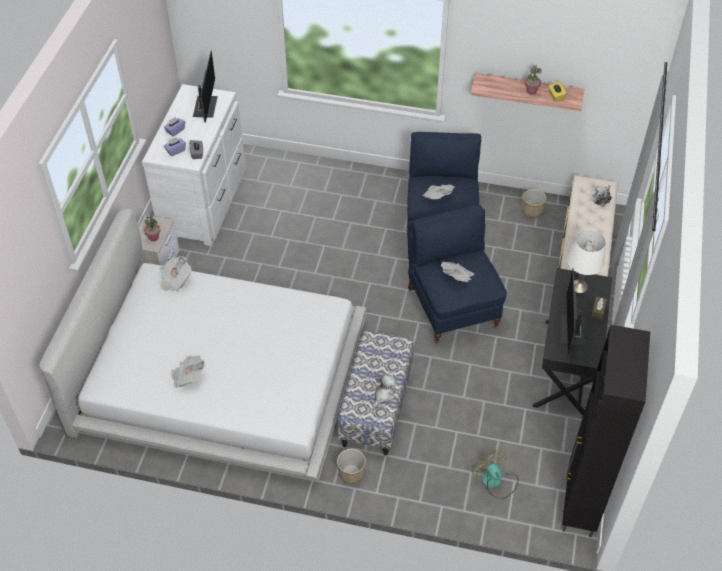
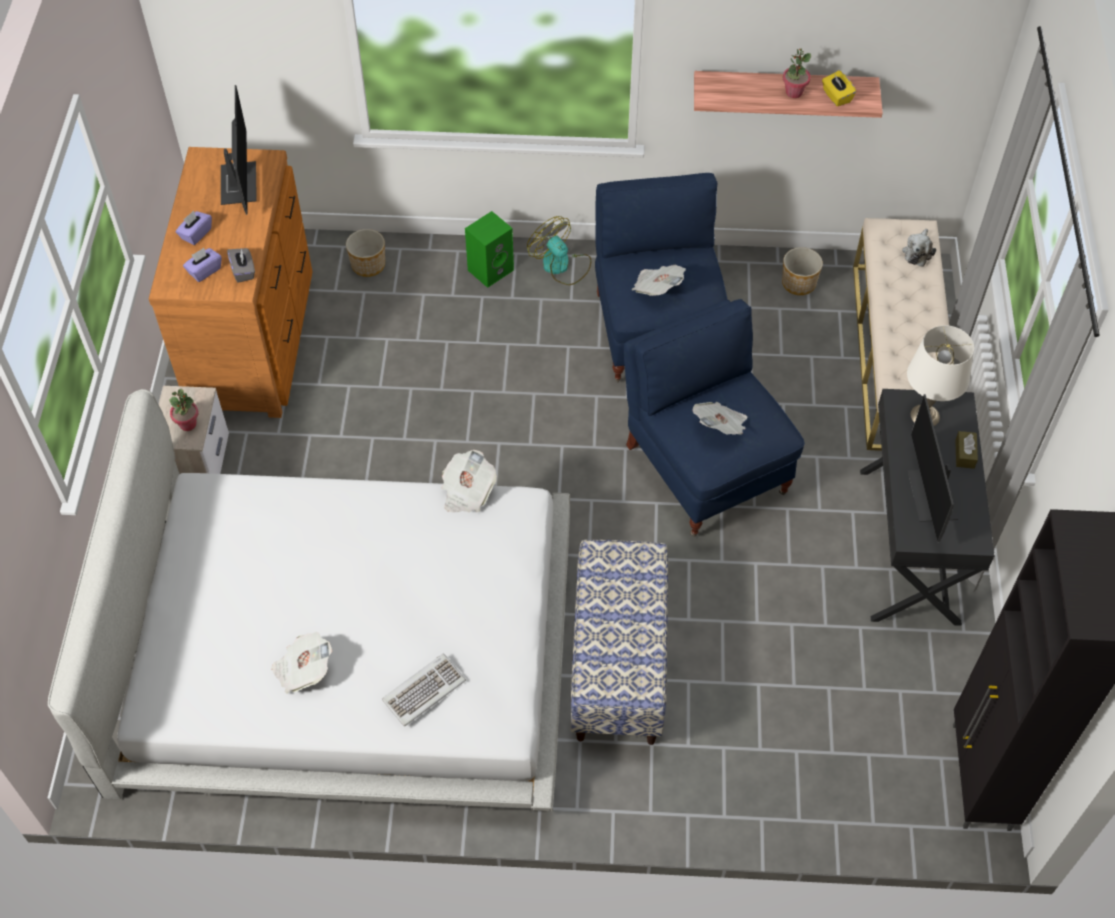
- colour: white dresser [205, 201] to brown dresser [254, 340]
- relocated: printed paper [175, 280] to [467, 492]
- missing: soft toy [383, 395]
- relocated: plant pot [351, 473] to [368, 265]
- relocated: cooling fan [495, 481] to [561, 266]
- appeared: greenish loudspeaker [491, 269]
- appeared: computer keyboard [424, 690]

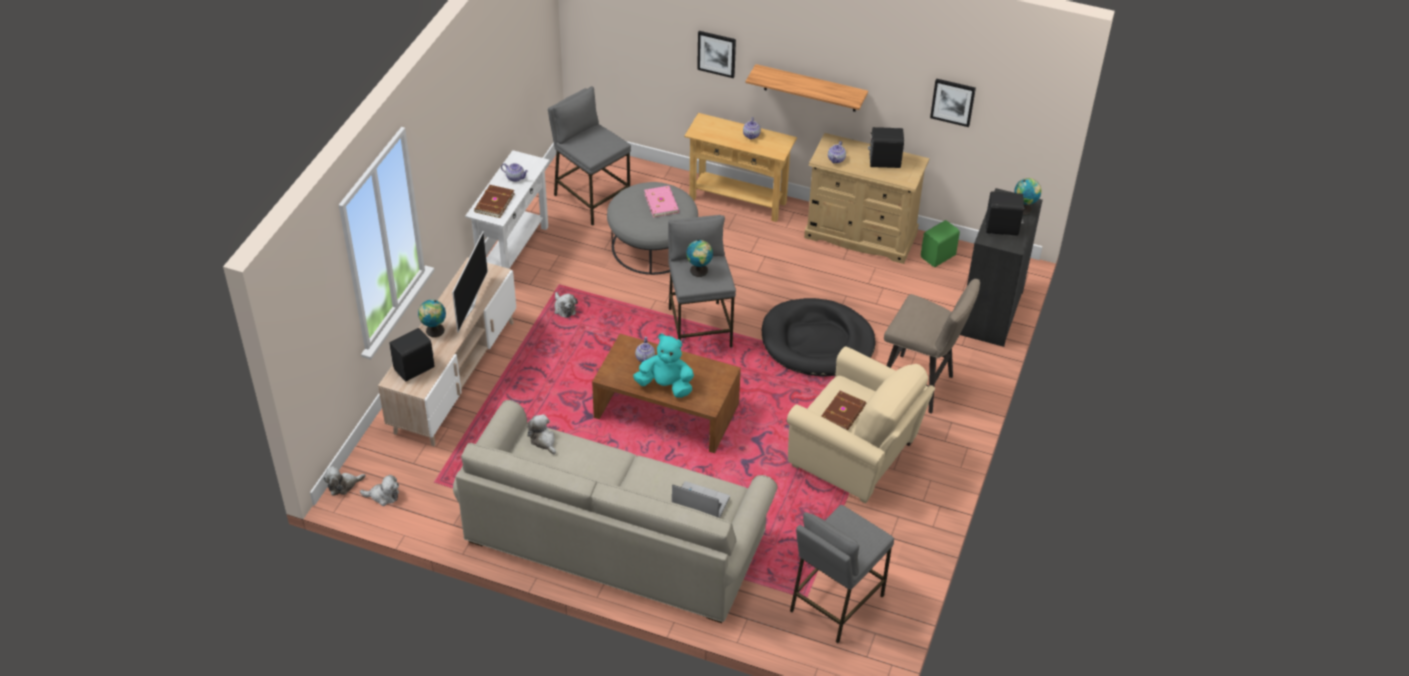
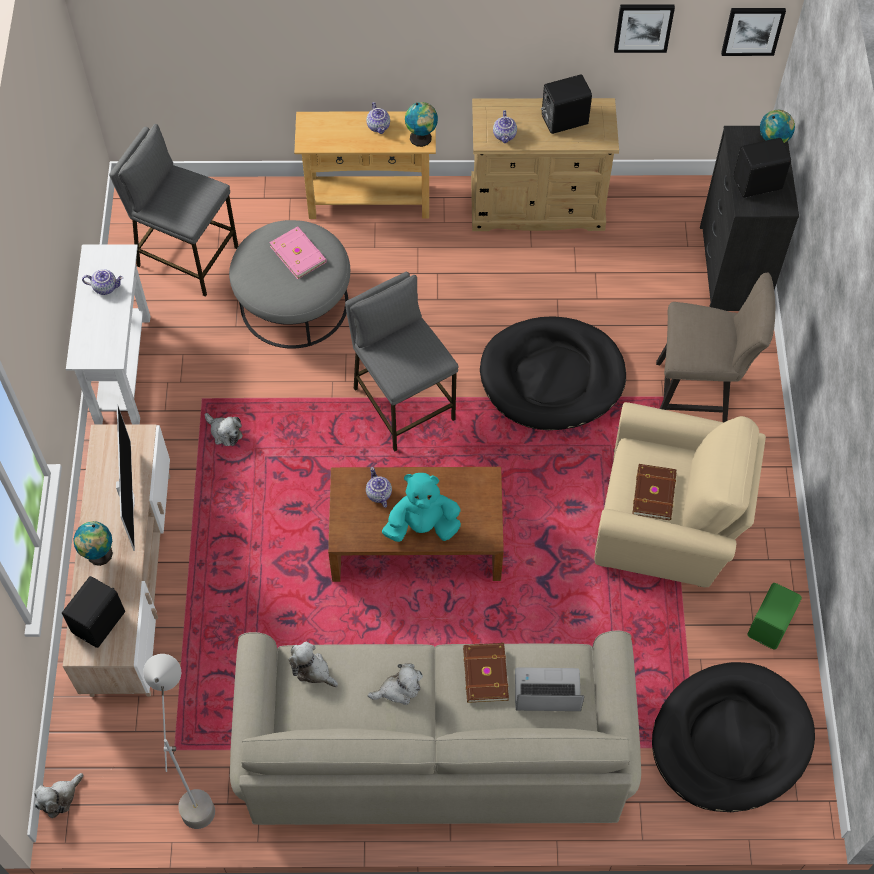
- relocated: wall art [717, 53] to [752, 30]
- missing: wall shelf [810, 88]
- relocated: brown volume [493, 203] to [484, 674]
- relocated: greenish loudspeaker [939, 257] to [771, 626]
- relocated: world globe [699, 271] to [421, 139]
- relocated: soft toy [383, 496] to [399, 689]
- exchanged: gray stool seat [835, 602] to blackish dog bed [730, 740]
- appeared: gray floor lamp [196, 784]

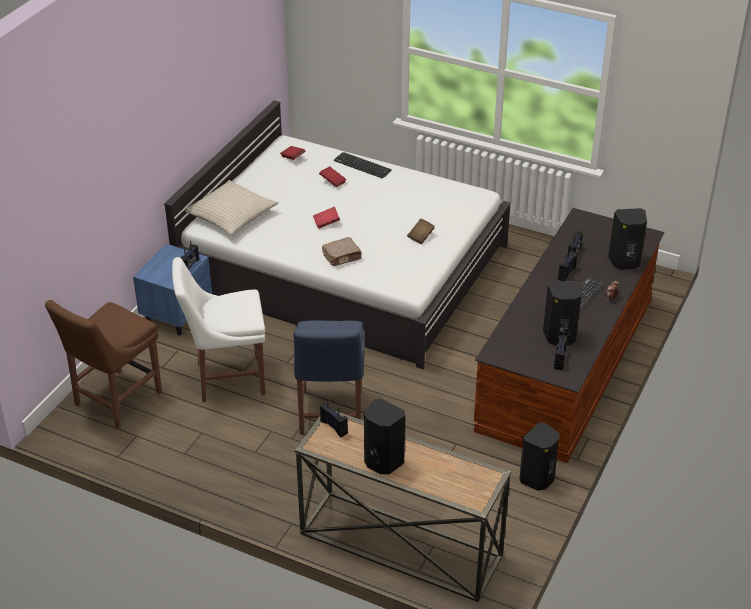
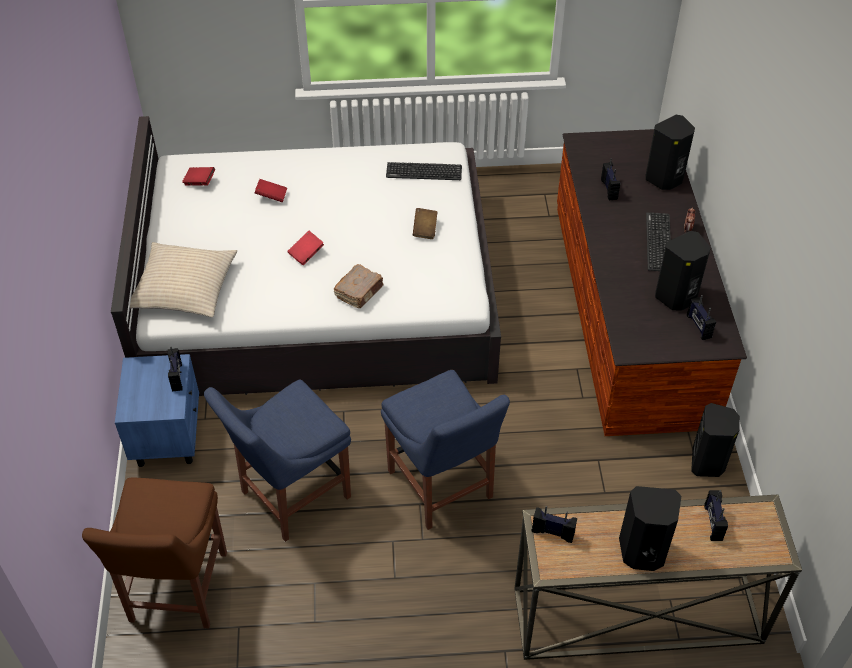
- relocated: computer keyboard [362, 166] to [424, 172]
- relocated: radio receiver [566, 273] to [712, 523]
- colour: white plain chair [226, 379] to blue-coloured plain chair [290, 496]

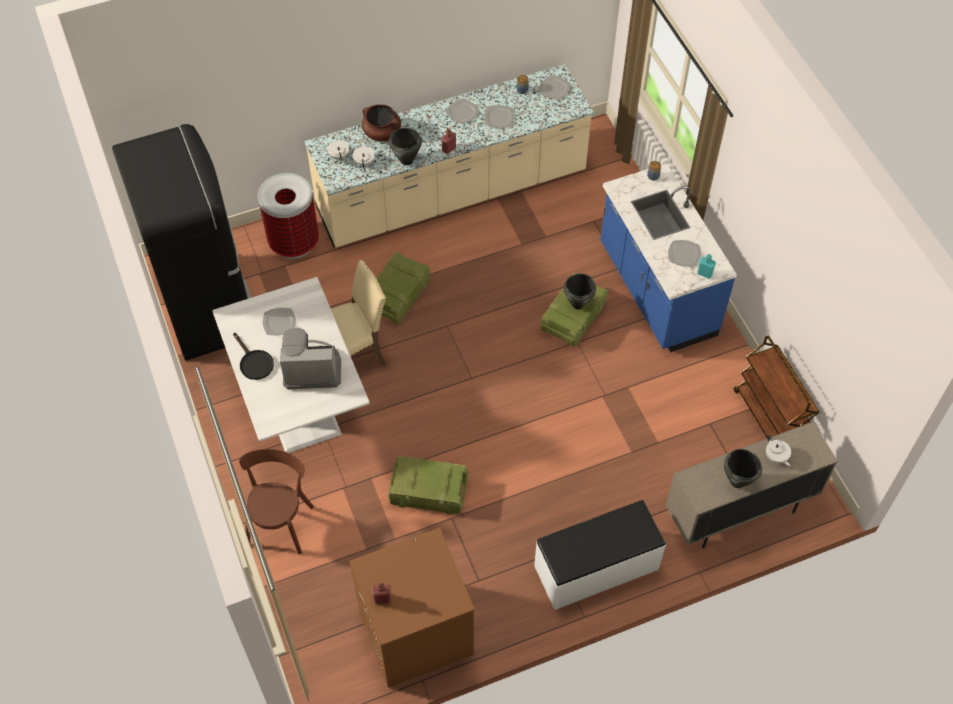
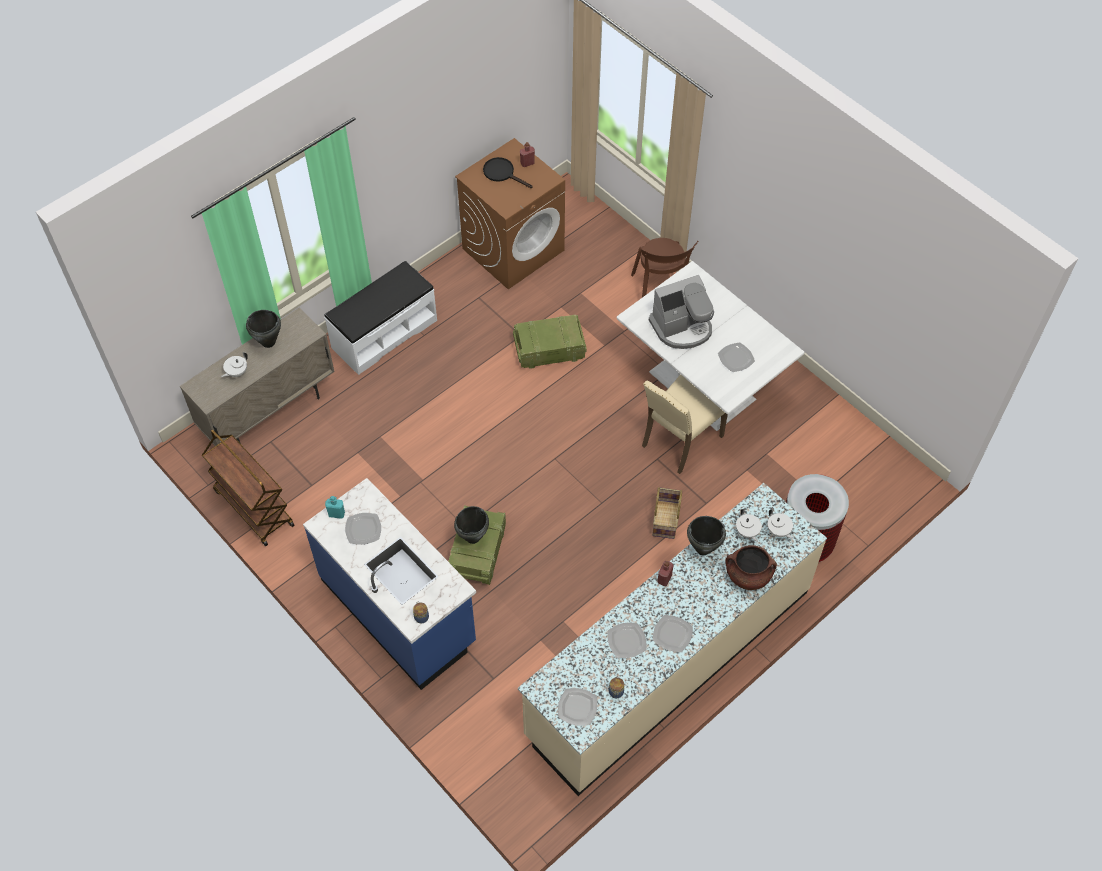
- missing: blackish kitchen fridge [208, 305]
- exchanged: shipping crate [398, 294] to basket [666, 520]
- relocated: blackish frying pan [254, 362] to [502, 173]
- spun: white tea pot [776, 457] = [236, 372] 90 degrees counterclockwise

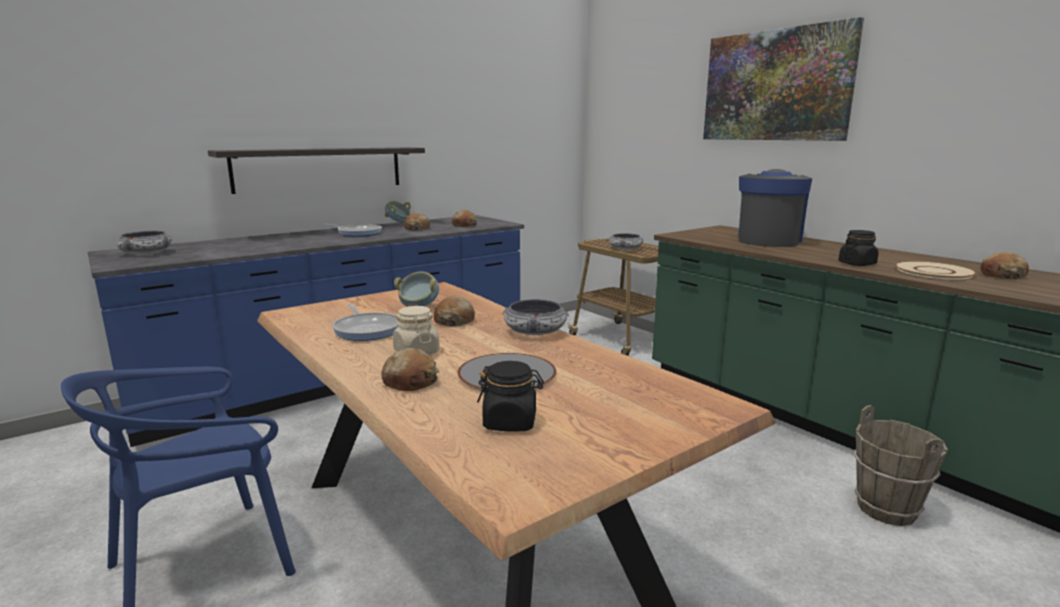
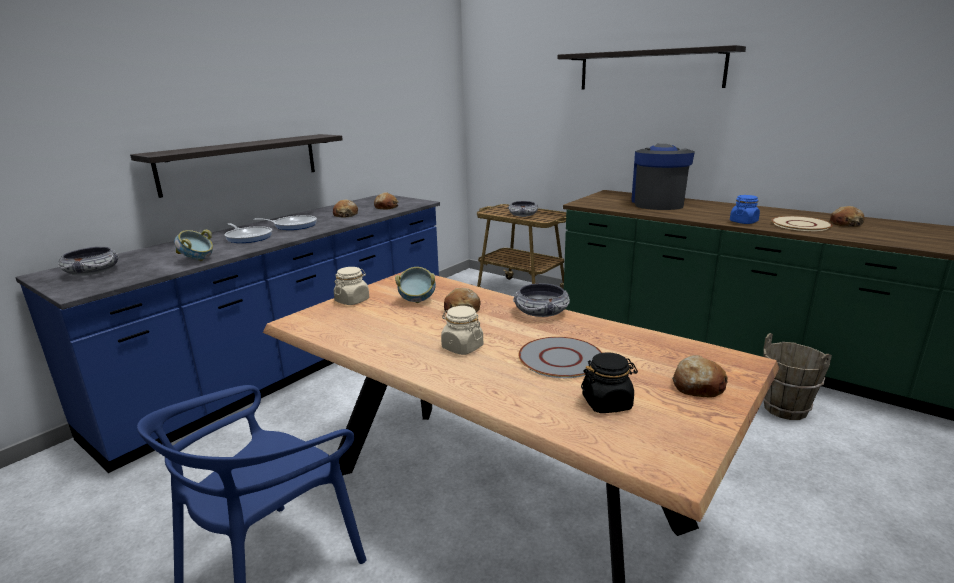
- exchanged: wall art [775, 86] to wall shelf [649, 70]
- relocated: deep dish [398, 224] to [197, 261]
- colour: blackish jar [857, 264] to blue-coloured jar [743, 222]
- relocated: frying pan [367, 330] to [248, 237]
- relocated: baked bread [411, 381] to [697, 386]
- appeared: beige jar [352, 300]

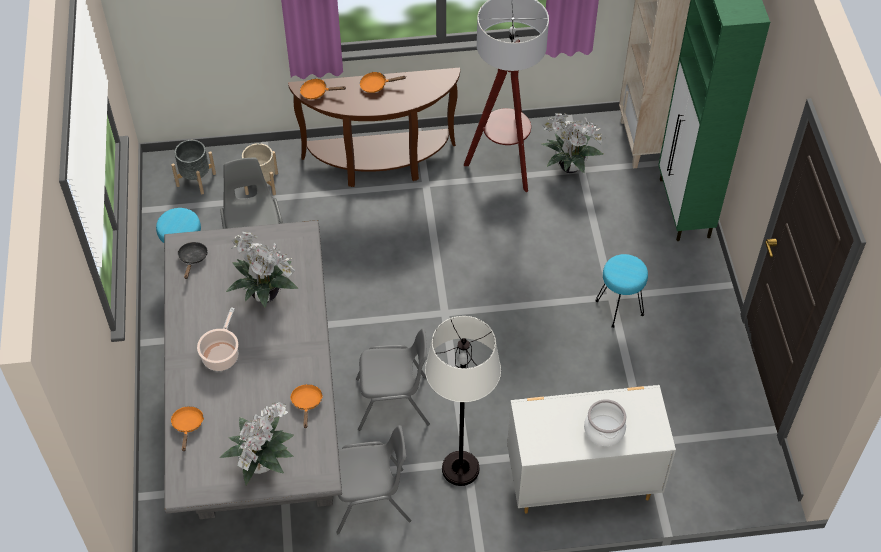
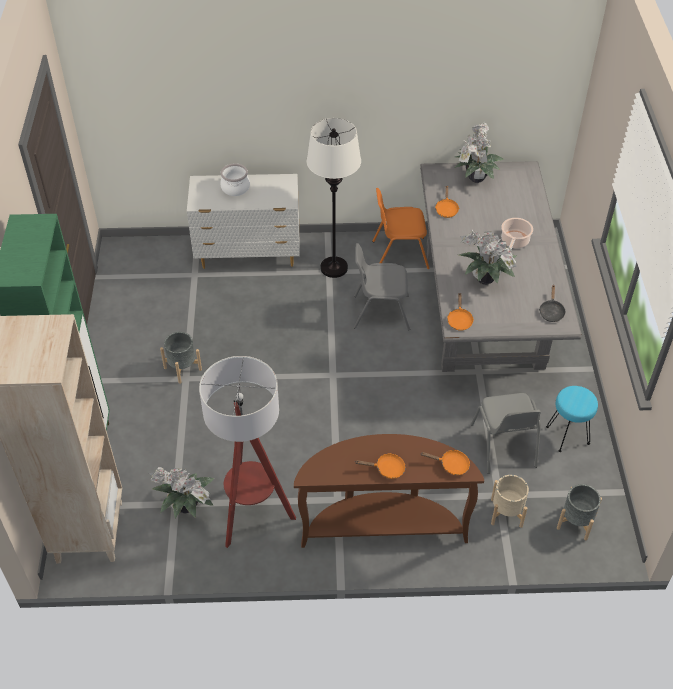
- exchanged: blue-green stool seat [618, 308] to gray plant pot [182, 368]
- relocated: orangey frying pan [188, 425] to [459, 320]
- colour: gray plain chair [371, 500] to orangey plain chair [399, 254]

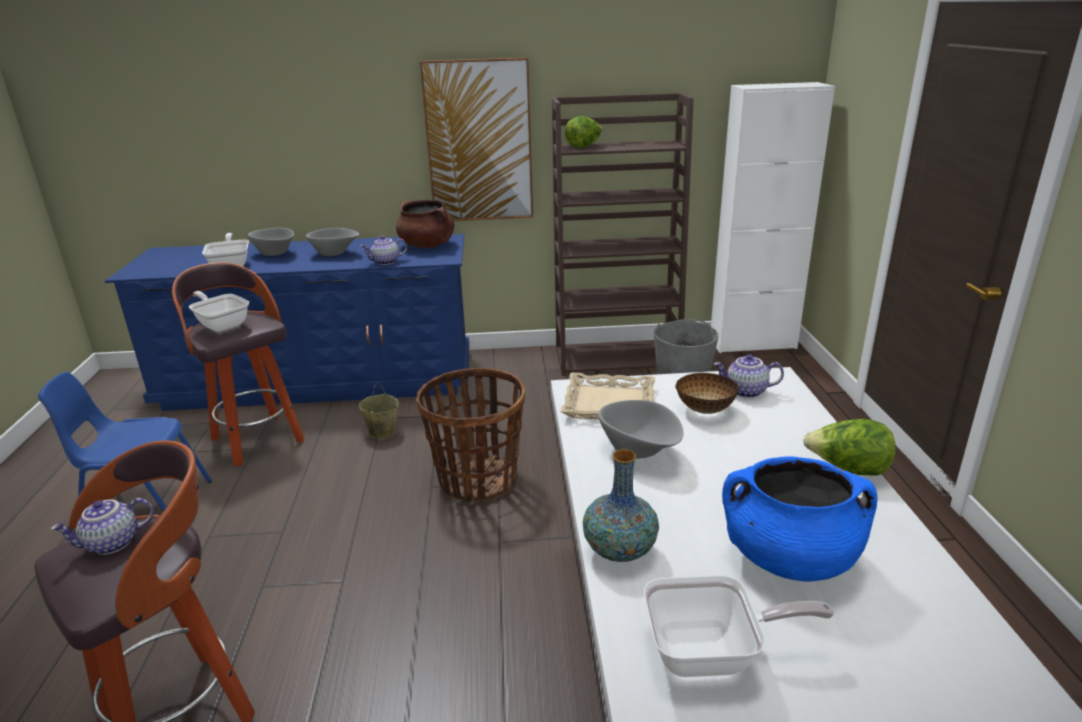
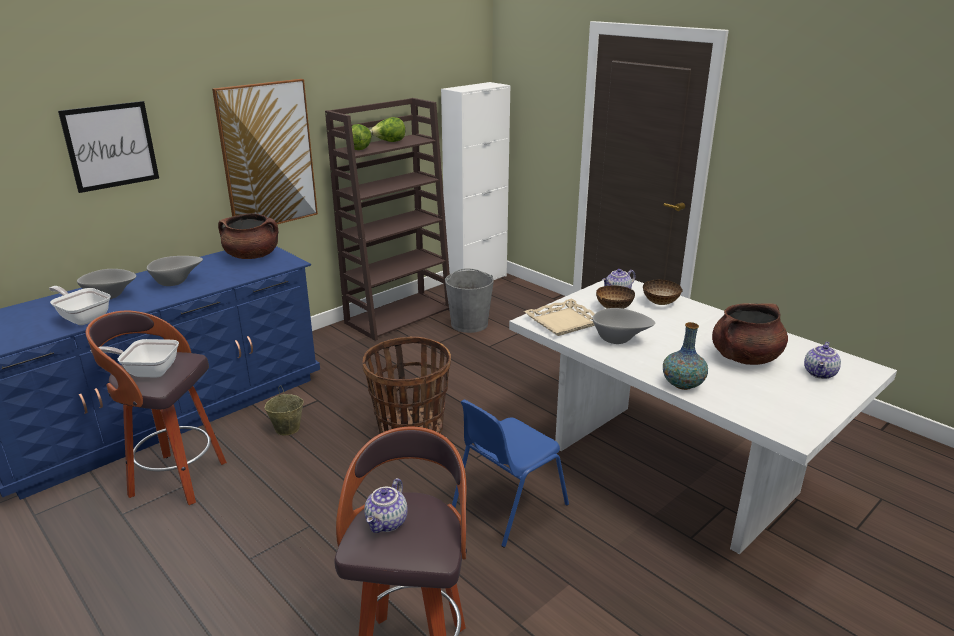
- relocated: tea pot [385, 262] to [820, 374]
- relocated: blue-coloured plain chair [145, 508] to [507, 506]
- relocated: lettuce [847, 470] to [389, 142]
- colour: blue-coloured cooking pot [789, 558] to brown cooking pot [745, 358]
- missing: frying pan [712, 654]
- appeared: wall art [111, 146]
- appeared: deep dish [660, 303]

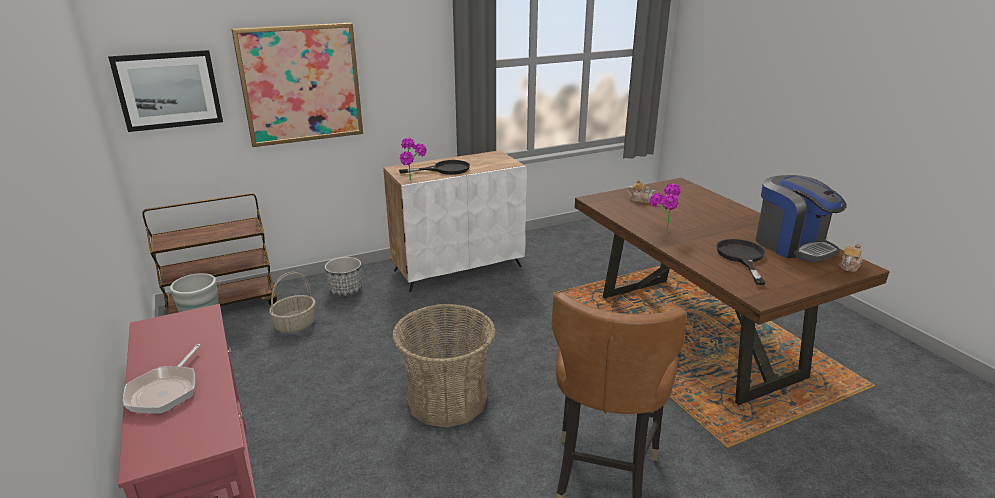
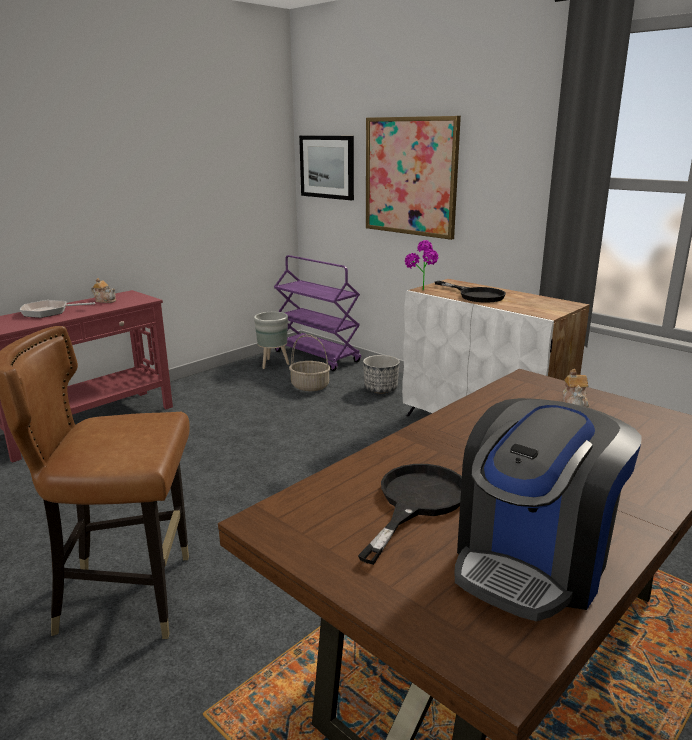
- missing: plant in a pot [662, 232]
- colour: brown cart [223, 305] to purplish cart [317, 357]
- spun: blackish frying pan [741, 257] = [416, 502] 45 degrees counterclockwise
- relocated: tea pot [849, 266] to [105, 300]
- missing: basket [447, 399]

